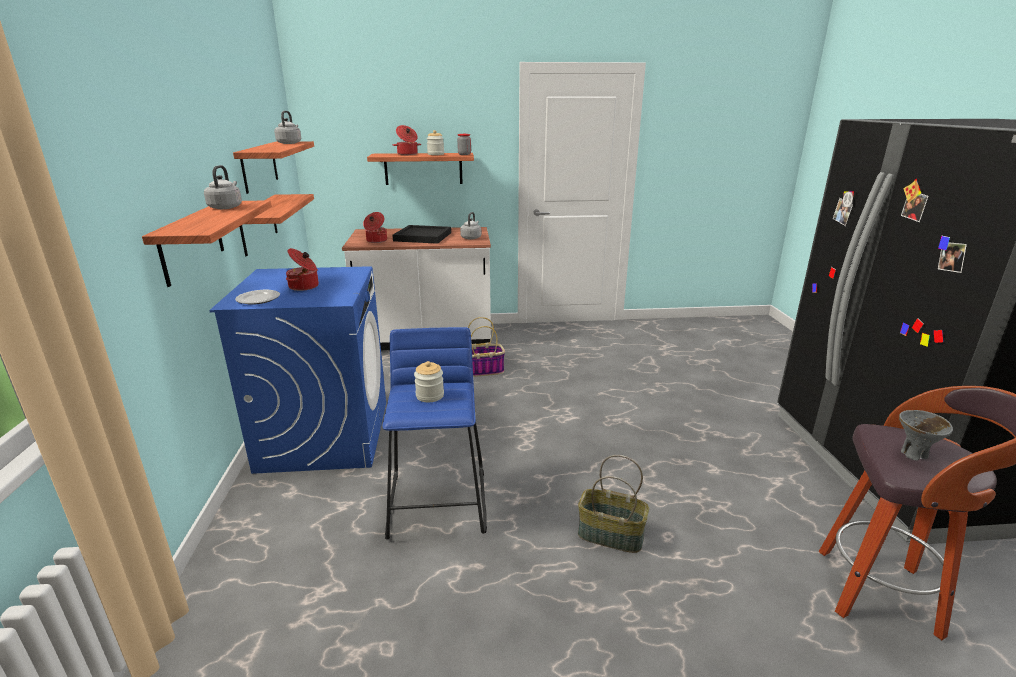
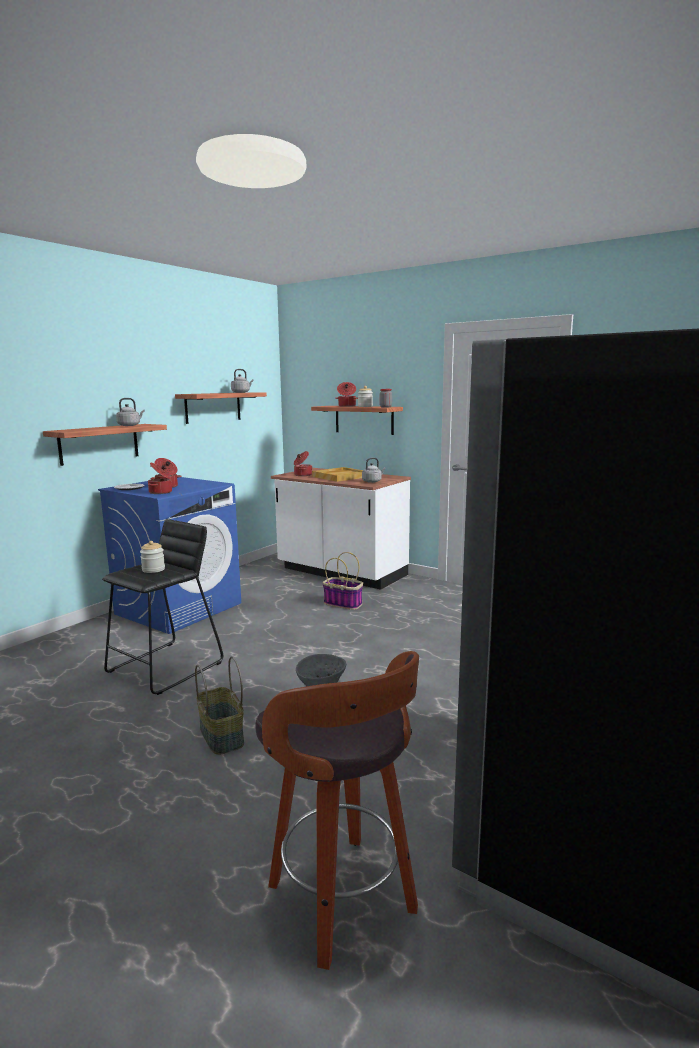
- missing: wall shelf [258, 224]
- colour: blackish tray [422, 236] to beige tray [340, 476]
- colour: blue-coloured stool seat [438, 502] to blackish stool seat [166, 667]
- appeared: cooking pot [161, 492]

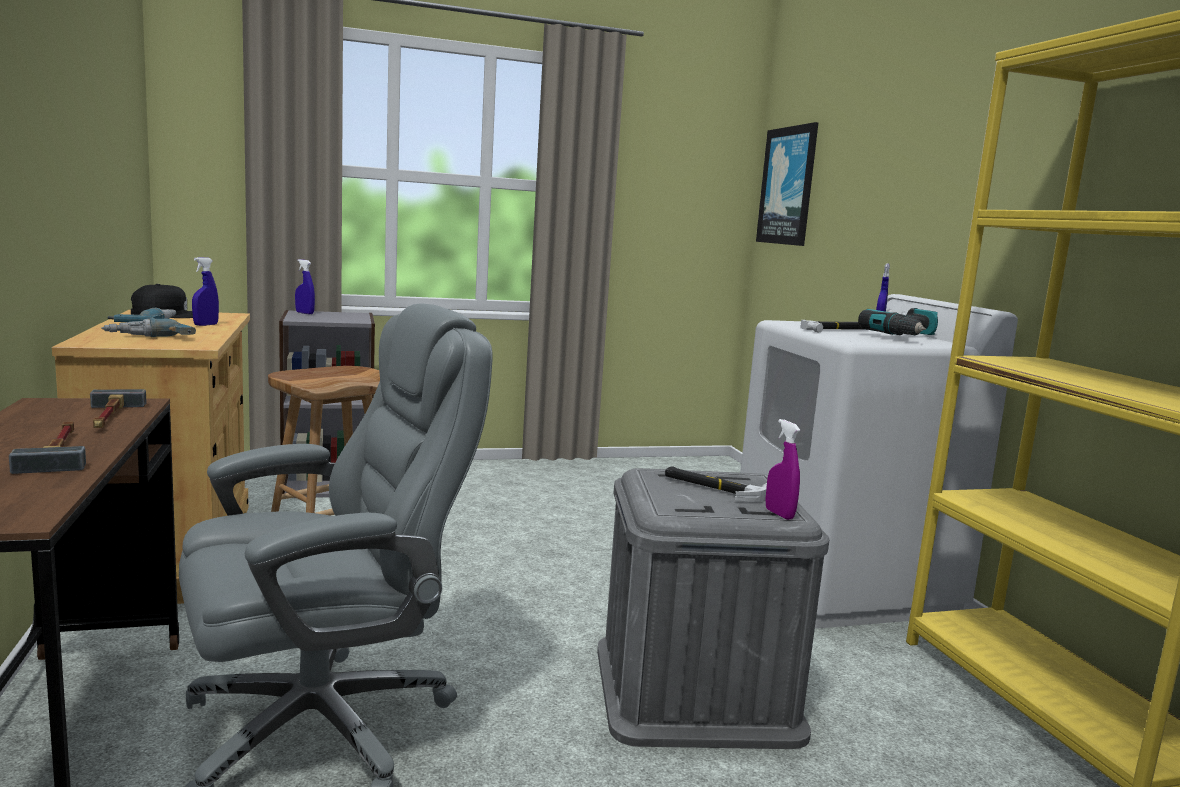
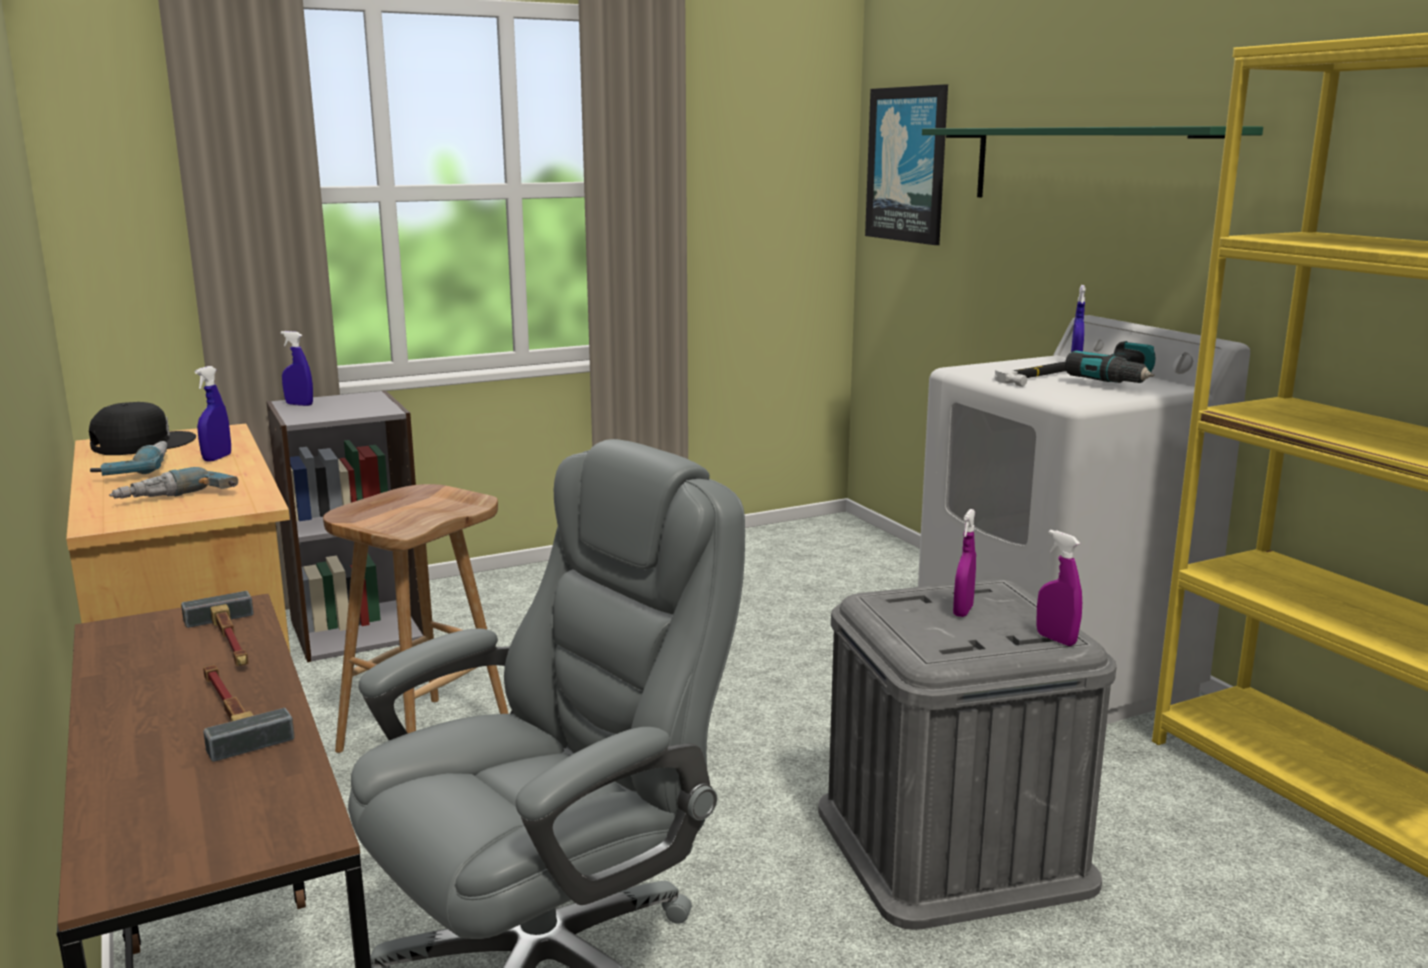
- exchanged: hand hammer [714, 488] to purplish sprayer [963, 611]
- appeared: greenish wall shelf [1090, 166]

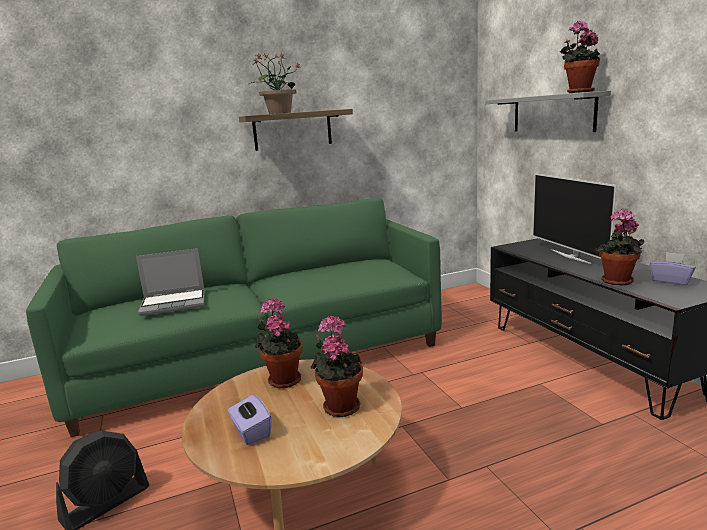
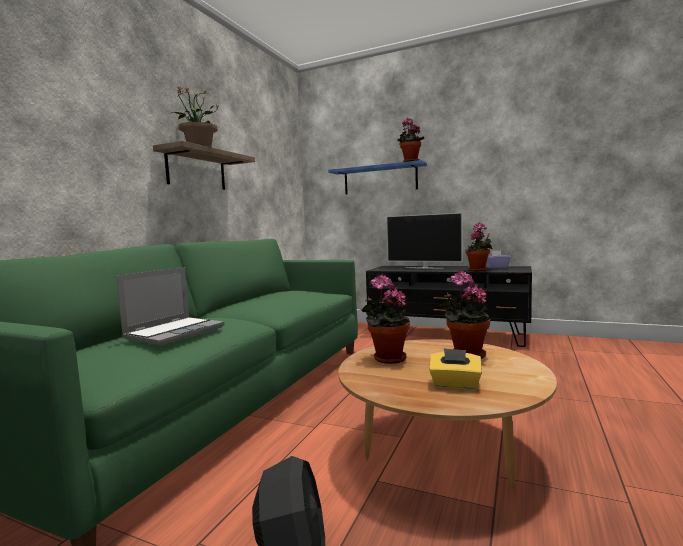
- colour: gray wall shelf [552, 113] to blue-coloured wall shelf [380, 179]
- colour: purplish tissue holder [251, 432] to yellow tissue holder [455, 385]

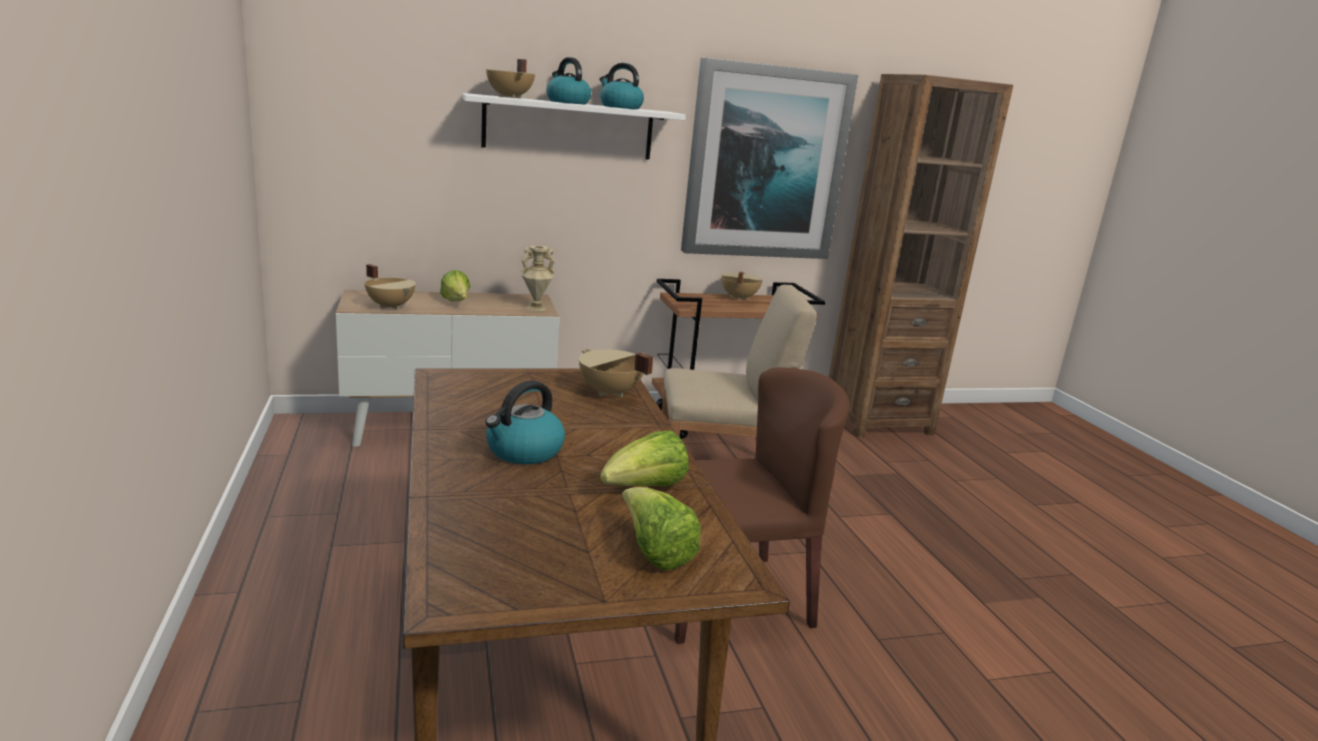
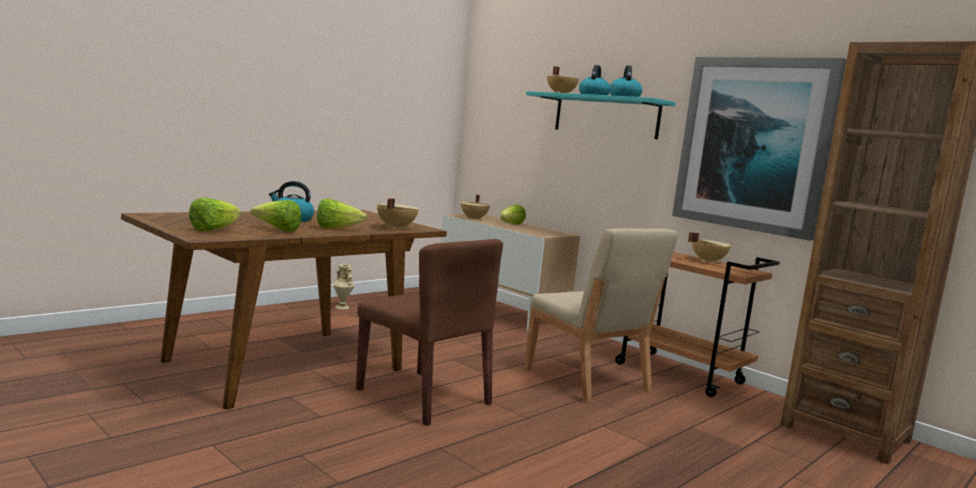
- colour: white wall shelf [568, 128] to blue-green wall shelf [606, 116]
- relocated: beige decorative vase [536, 308] to [341, 307]
- appeared: lettuce [336, 229]

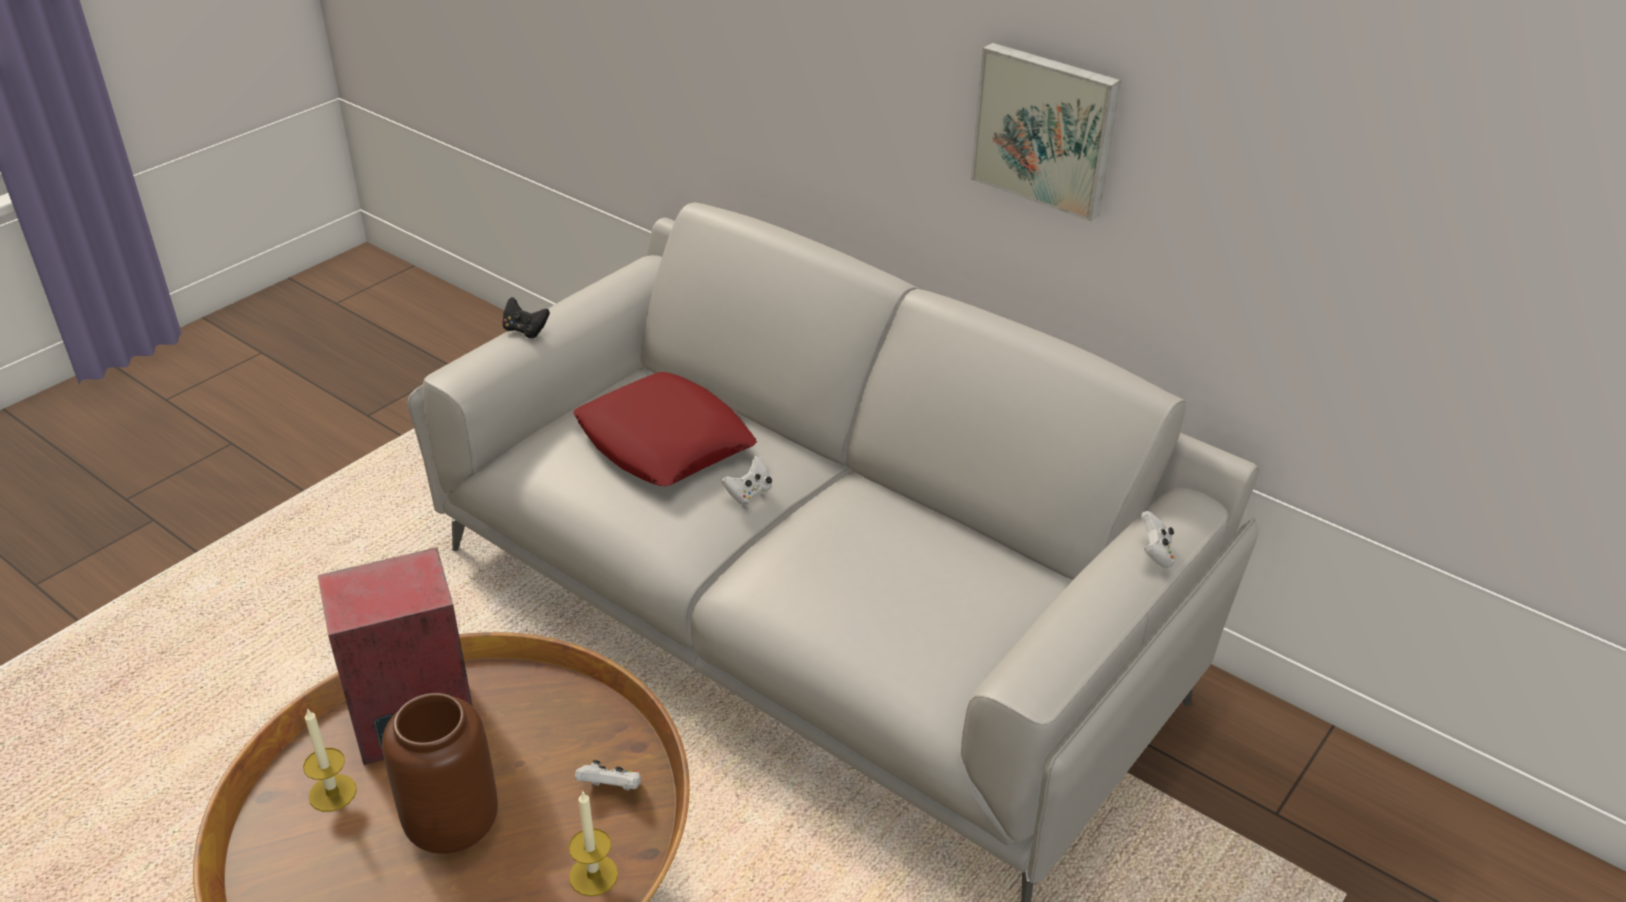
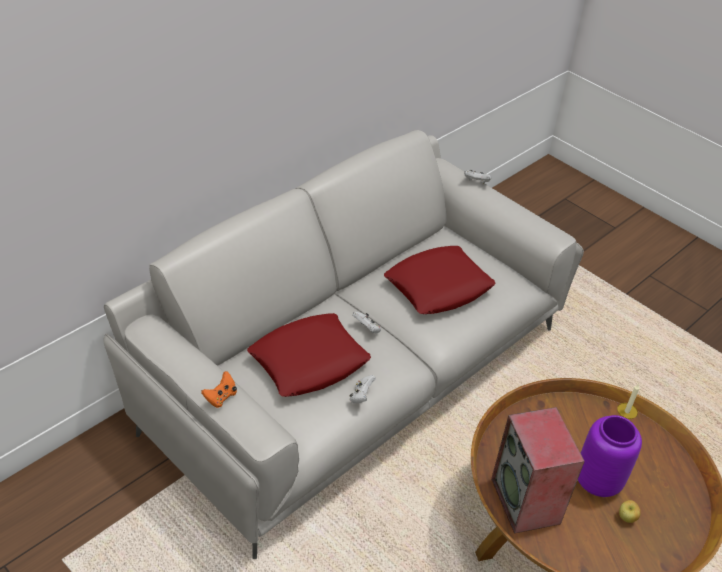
- missing: wall art [1046, 129]
- colour: blackish joypad [525, 330] to orangey joypad [221, 397]
- colour: brown decorative vase [455, 826] to purplish decorative vase [597, 480]
- missing: candle [332, 793]
- relocated: white joypad [611, 788] to [361, 396]
- appeared: red pillow [438, 286]
- appeared: apple fruit [627, 518]

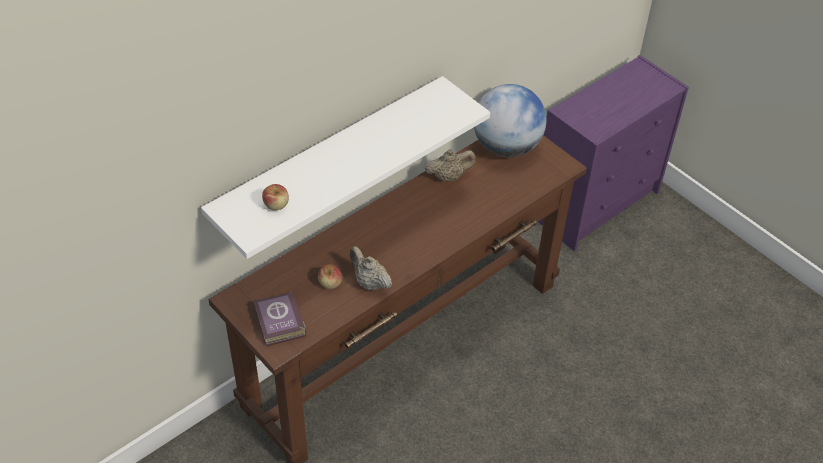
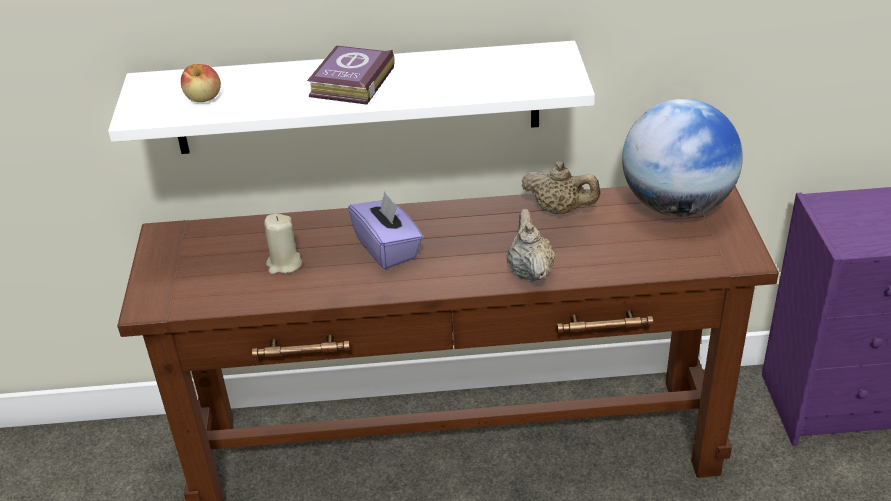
- relocated: beige tea pot [369, 282] to [530, 271]
- exchanged: apple fruit [330, 283] to beige candle [284, 264]
- relocated: volume [279, 323] to [350, 83]
- appeared: purplish tissue holder [388, 248]

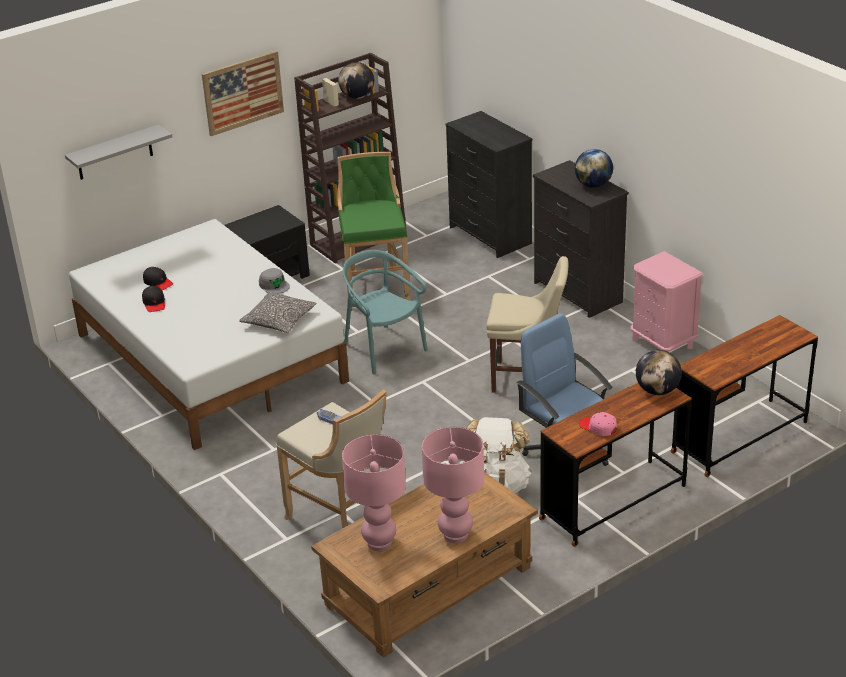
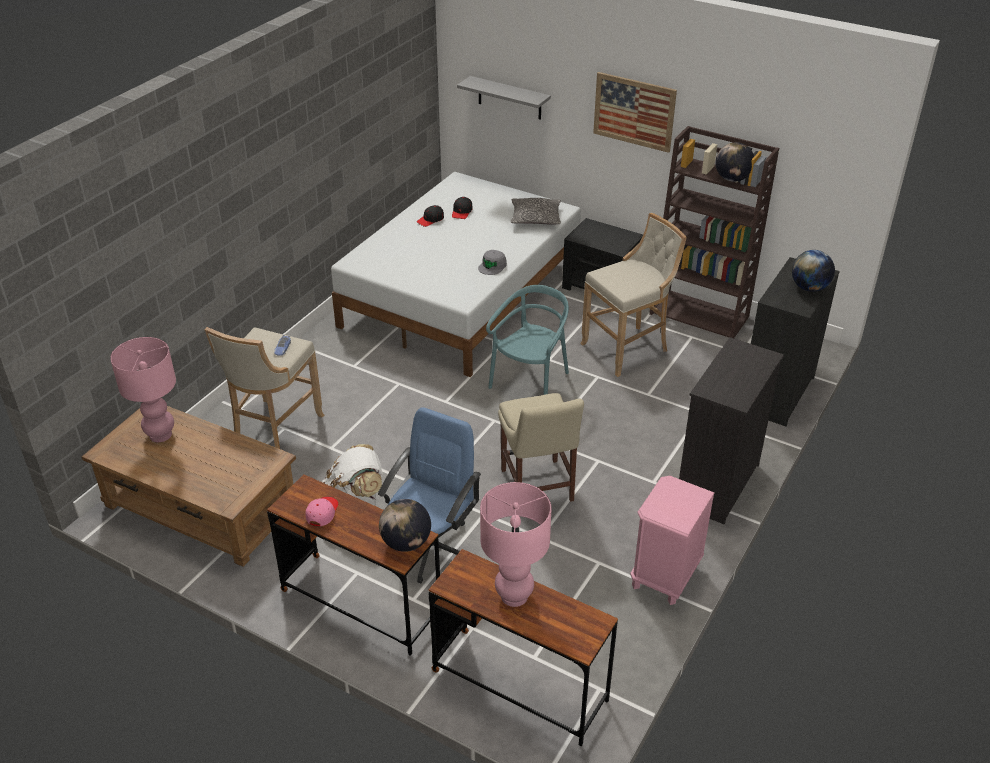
- relocated: world globe [593, 185] to [809, 288]
- colour: greenish stool seat [375, 287] to beige stool seat [628, 348]
- relocated: pillow [279, 320] to [535, 218]
- relocated: pinkish table lamp [456, 535] to [514, 596]

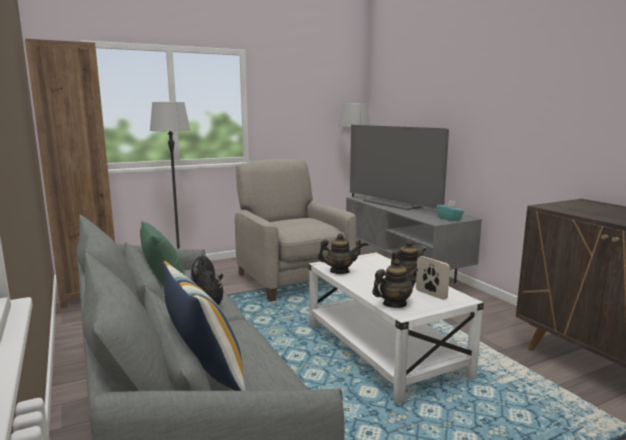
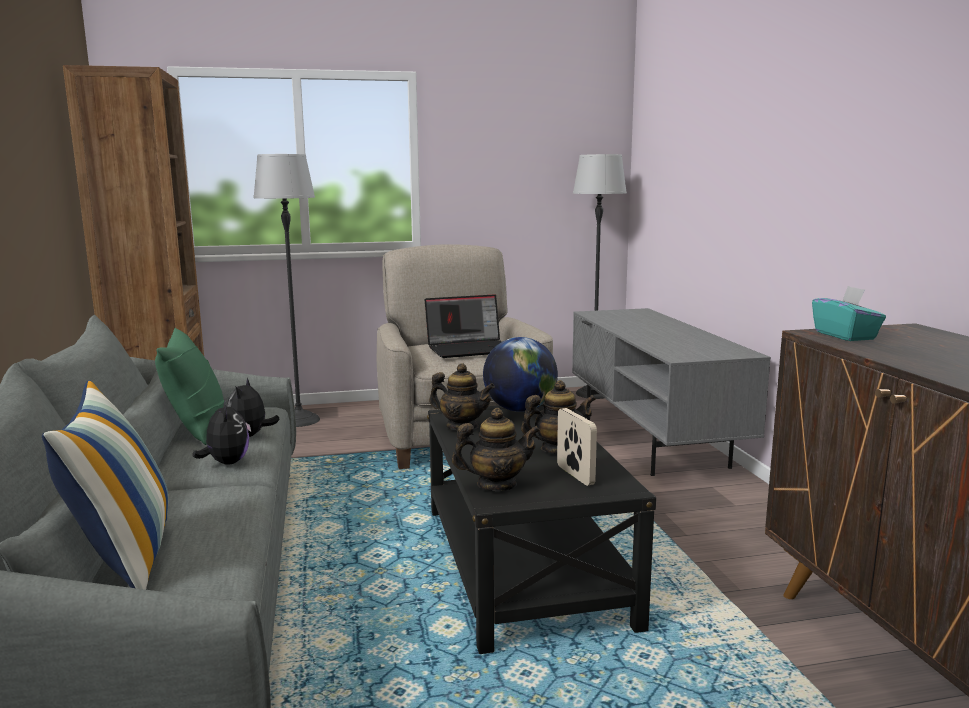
- missing: TV set [394, 203]
- relocated: blue-green tissue holder [449, 219] to [845, 336]
- colour: white lounge table [383, 349] to blackish lounge table [523, 563]
- appeared: portable computer [470, 349]
- appeared: world globe [520, 409]

